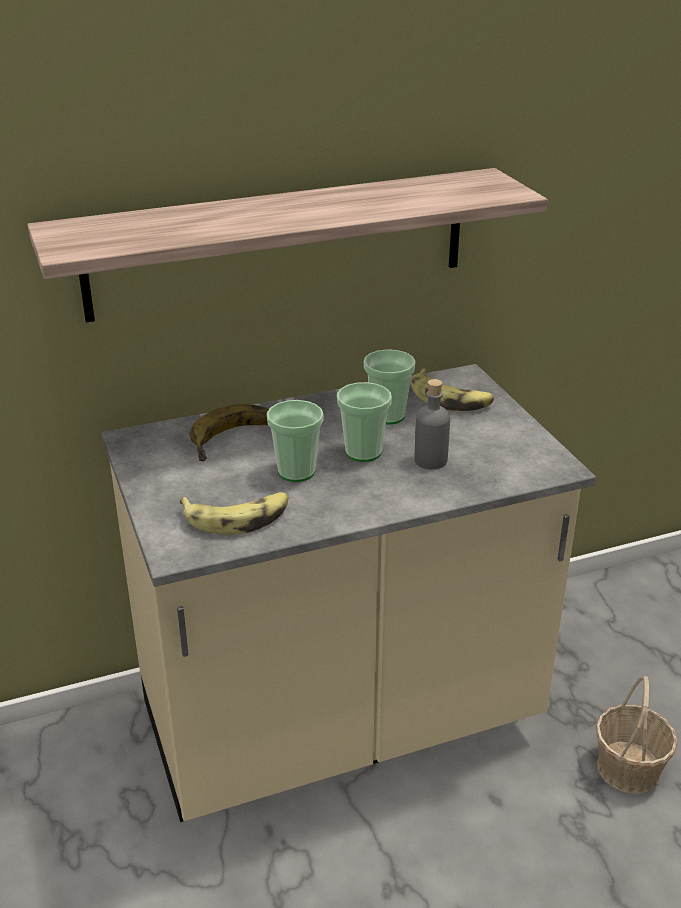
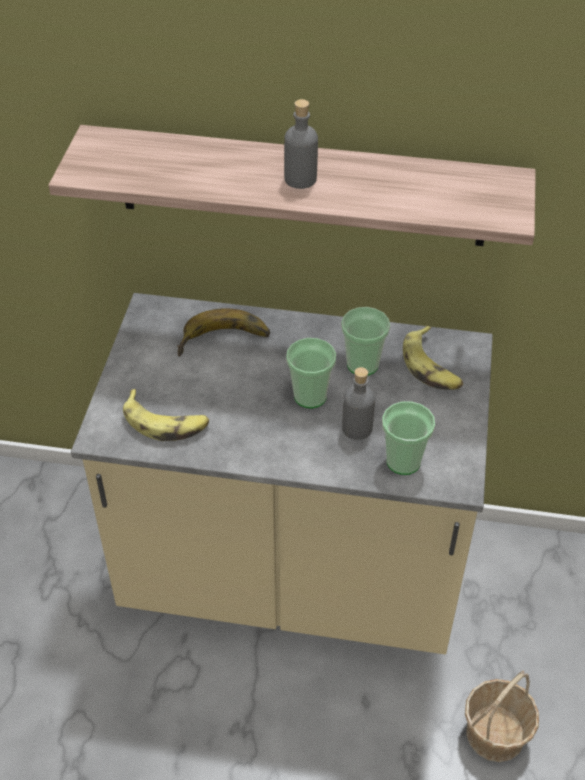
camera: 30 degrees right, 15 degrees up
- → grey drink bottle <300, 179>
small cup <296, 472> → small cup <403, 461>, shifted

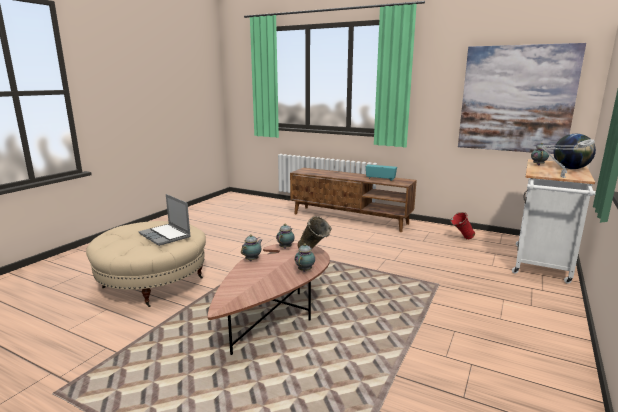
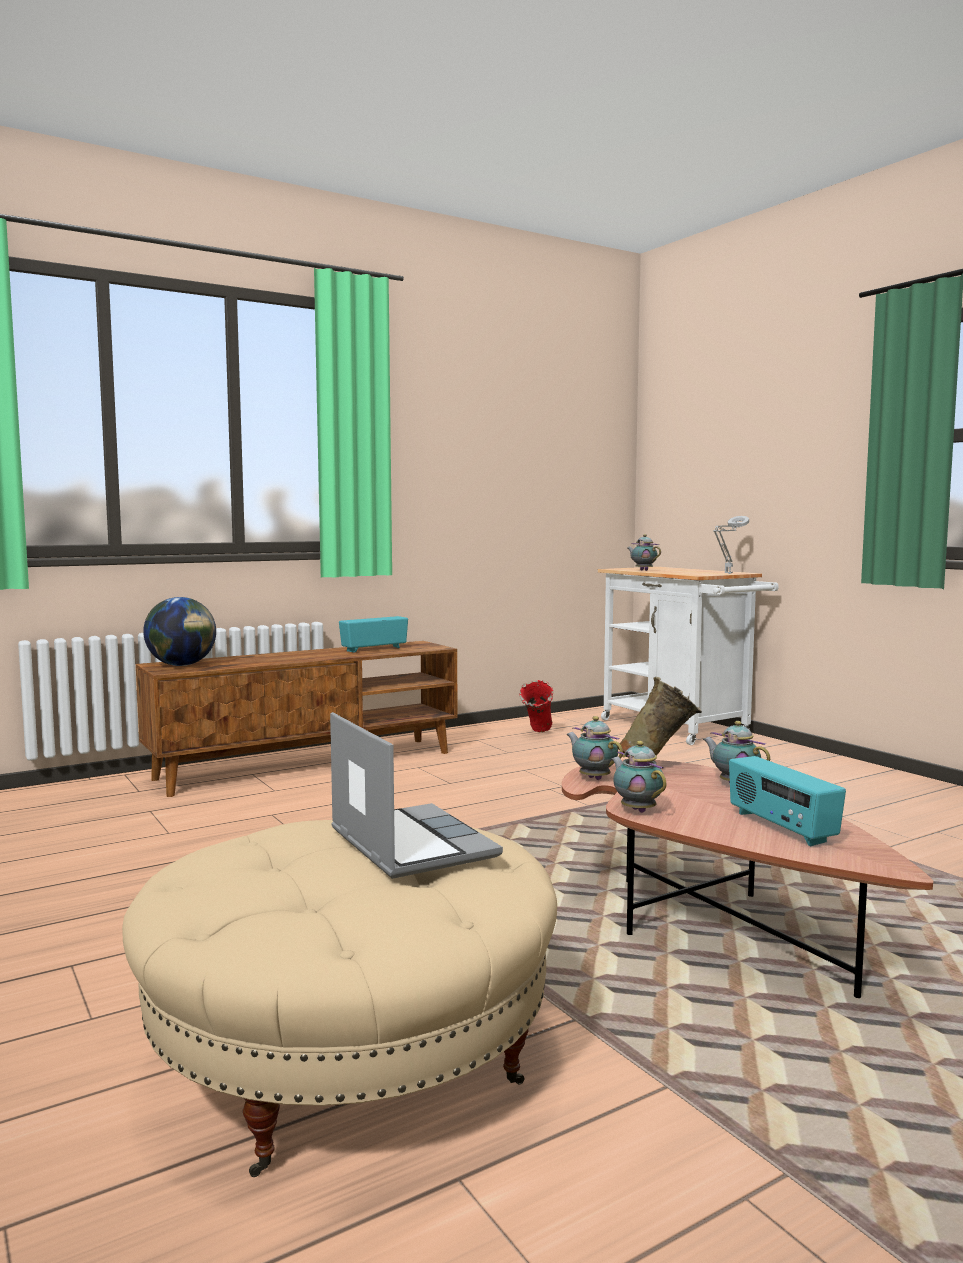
camera: 60 degrees left, 10 degrees down
desk globe <571, 168> → desk globe <182, 665>, shifted
laptop <166, 235> → laptop <409, 843>, 105 degrees counterclockwise
- → radio set <780, 828>
picture <516, 99> → -

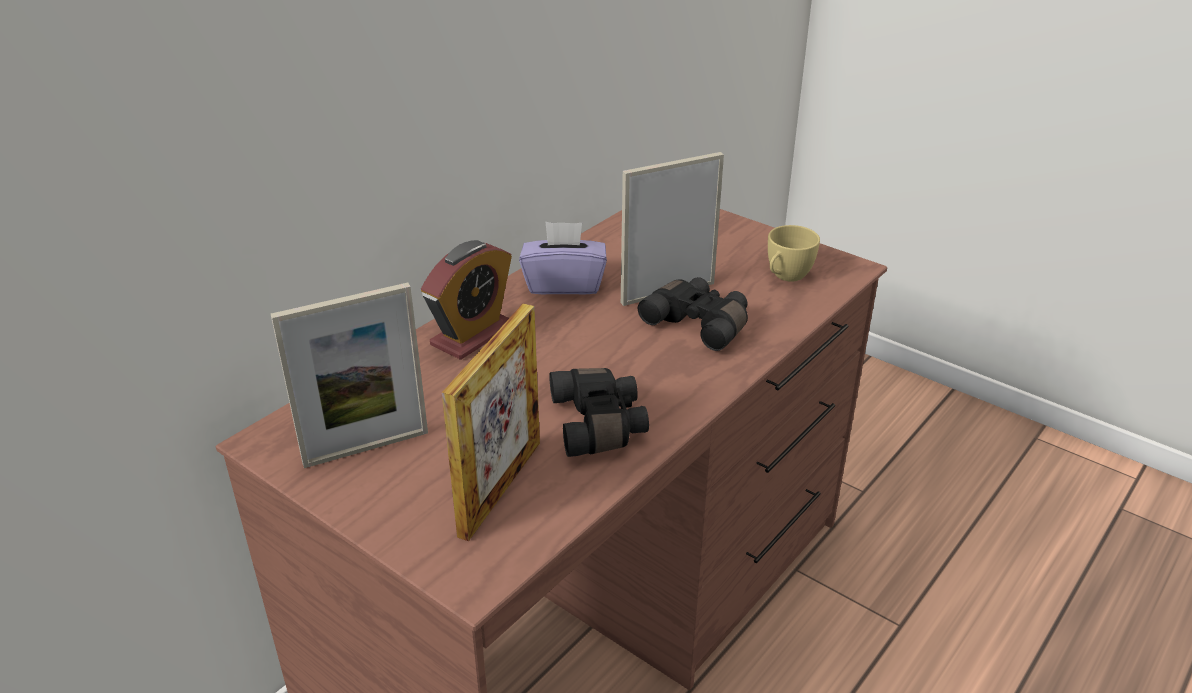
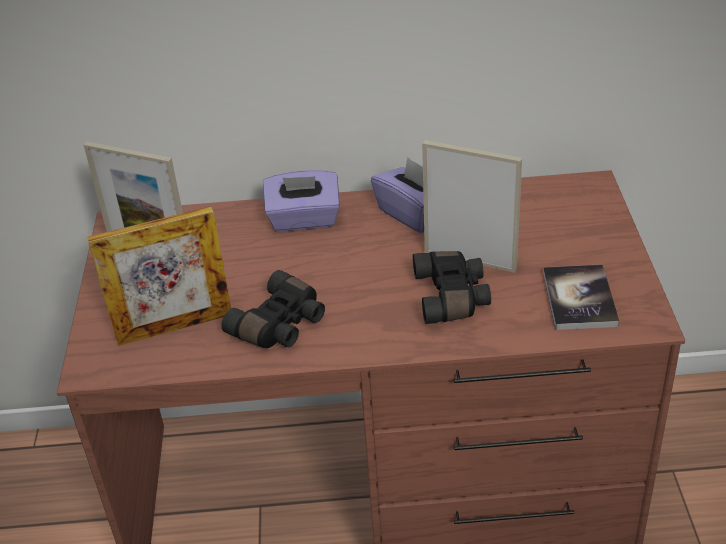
camera: 50 degrees right, 5 degrees up
alarm clock <472, 335> → purple-coloured tissue box <304, 220>
yellow small cup <785, 277> → bound book <579, 299>

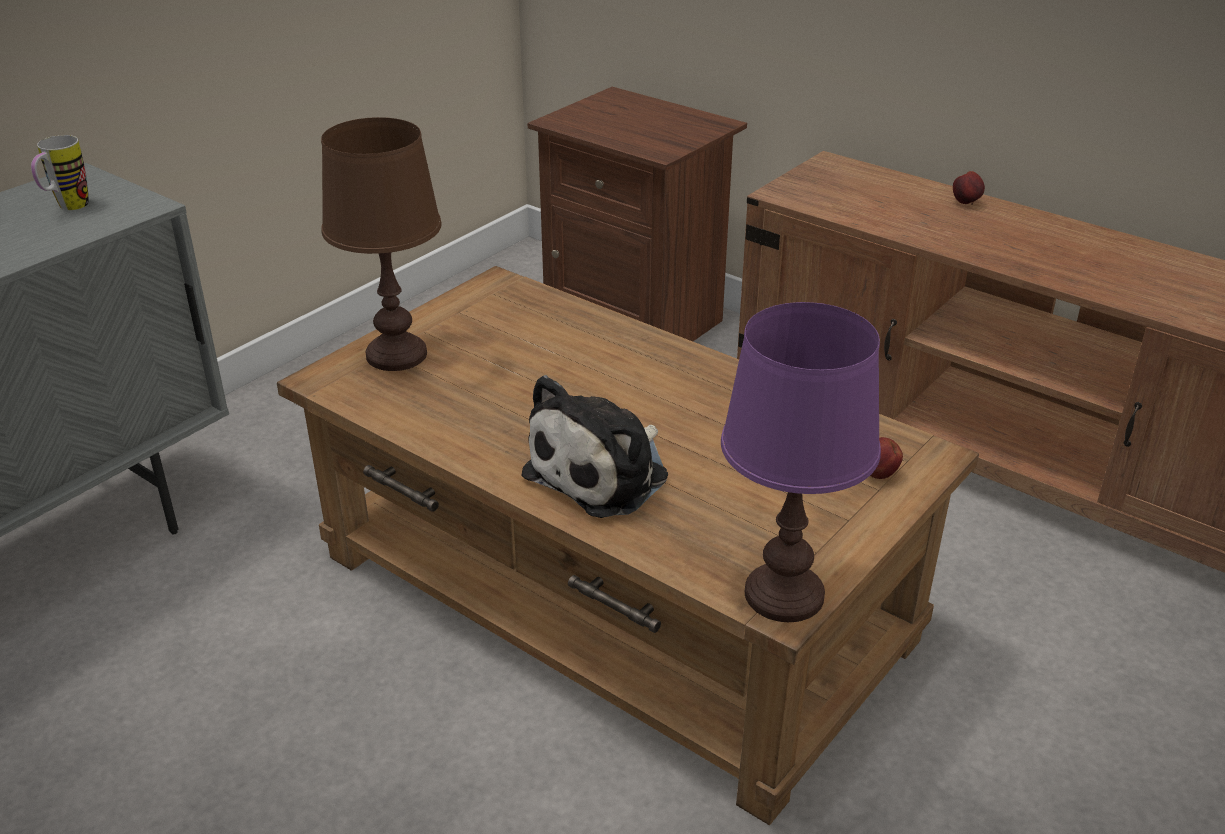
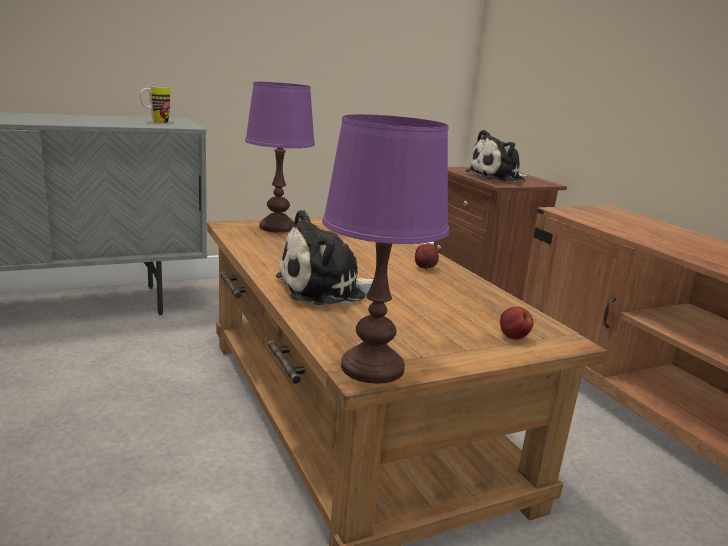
camera: 25 degrees right, 15 degrees down
brownish lamp for a table <397, 354> → purple-coloured lamp for a table <278, 227>
apple <966, 203> → apple <425, 268>, shifted
- → cuddly toy <498, 177>

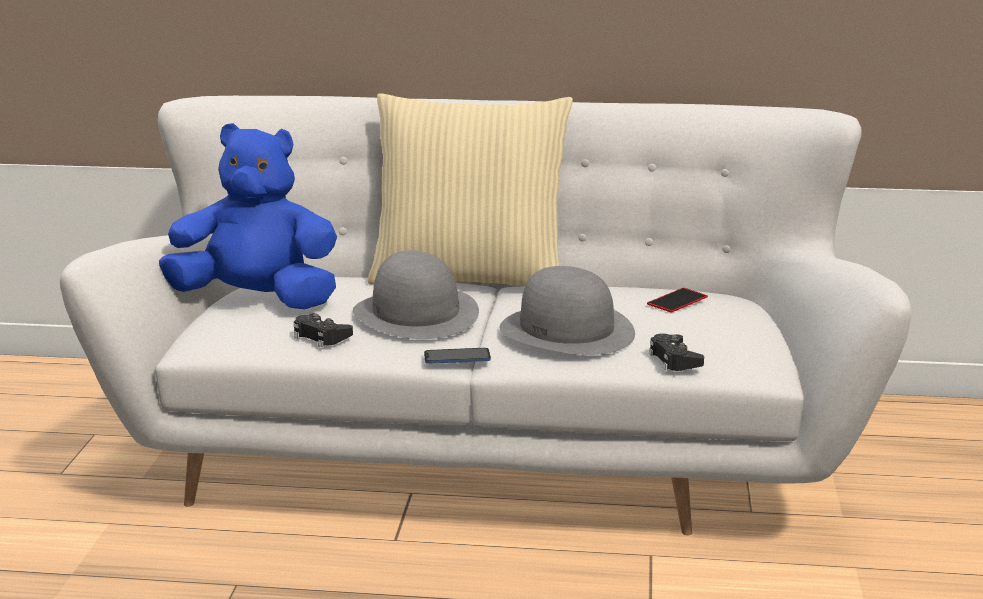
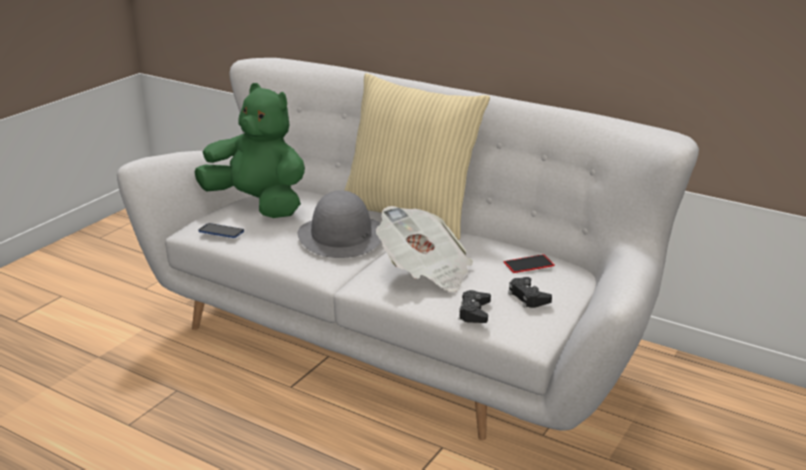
camera: 25 degrees right, 5 degrees up
bluish cuddly toy <256, 301> → greenish cuddly toy <258, 204>
phone <457, 358> → phone <221, 232>, shifted
grey wearable hat <567, 330> → daily paper <425, 271>
black-coloured joypad <321, 336> → black-coloured joypad <528, 297>, shifted

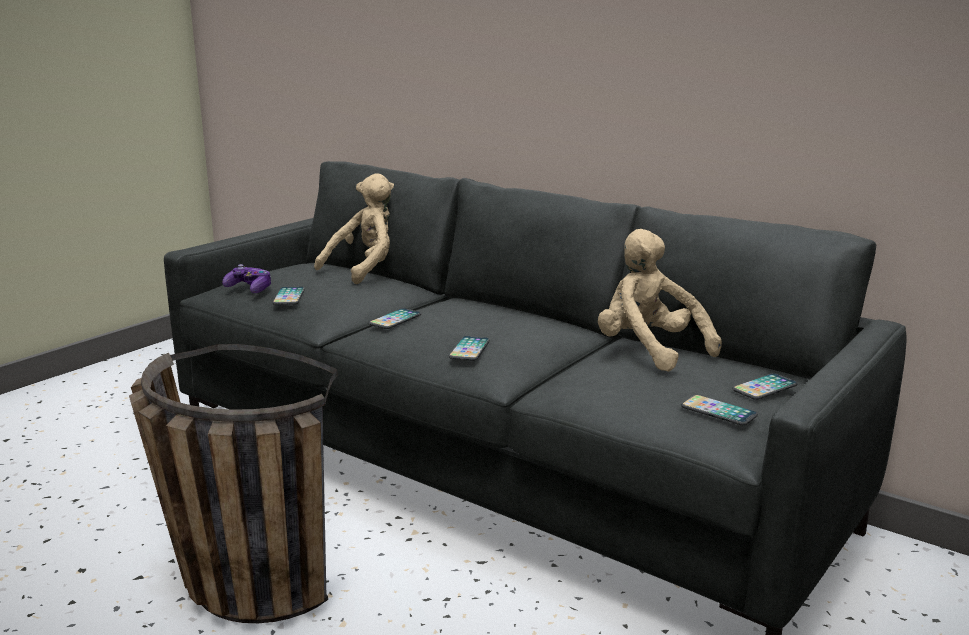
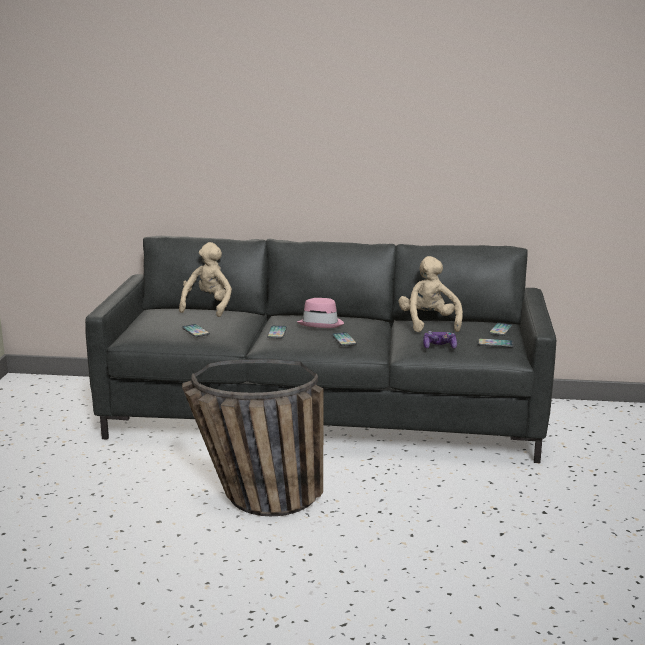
camera: 30 degrees left, 0 degrees up
- → pink-coloured wearable hat <321, 323>
sand-coloured cuddly toy <649, 351> → sand-coloured cuddly toy <429, 323>, 60 degrees clockwise
joypad <249, 289> → joypad <439, 346>, shifted

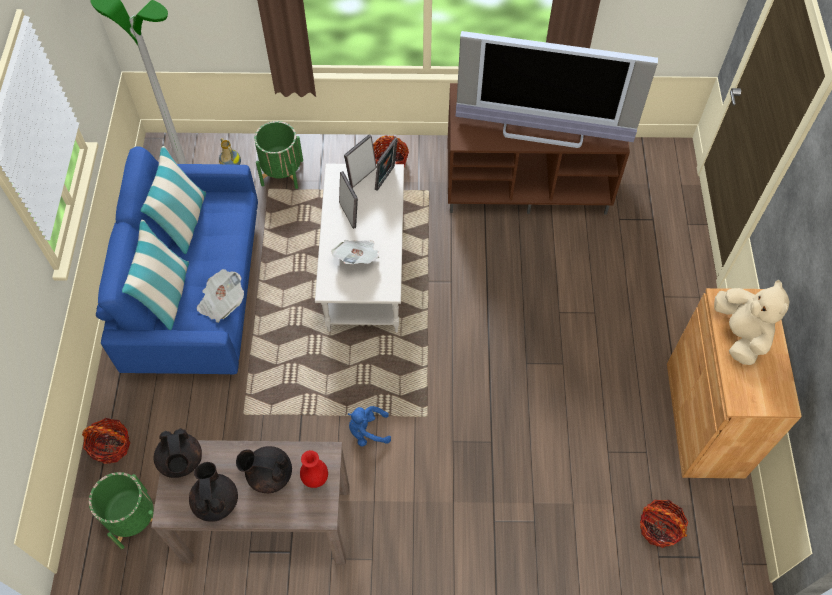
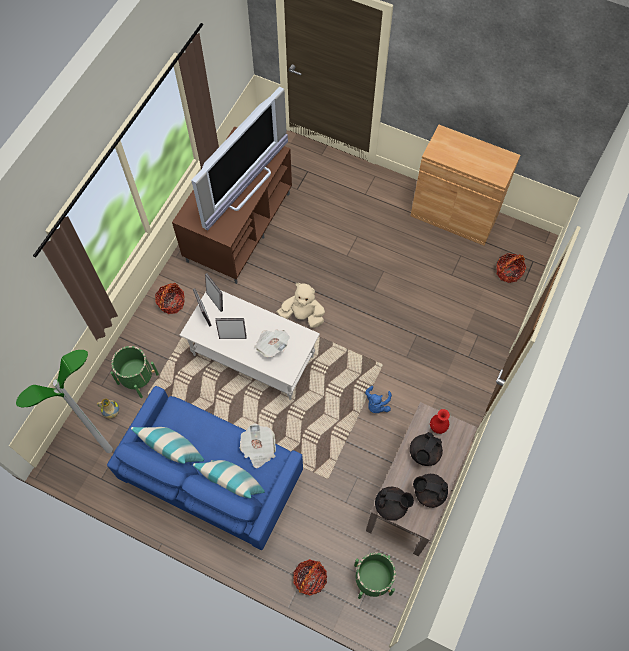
camera: 65 degrees left, 5 degrees up
sand-coloured cuddly toy <740, 334> → sand-coloured cuddly toy <302, 315>, shifted

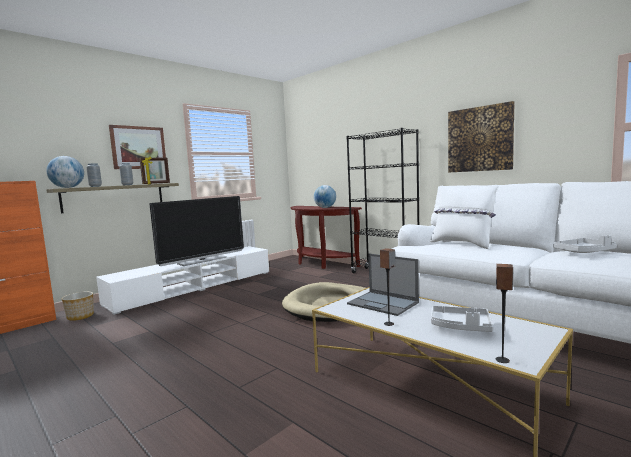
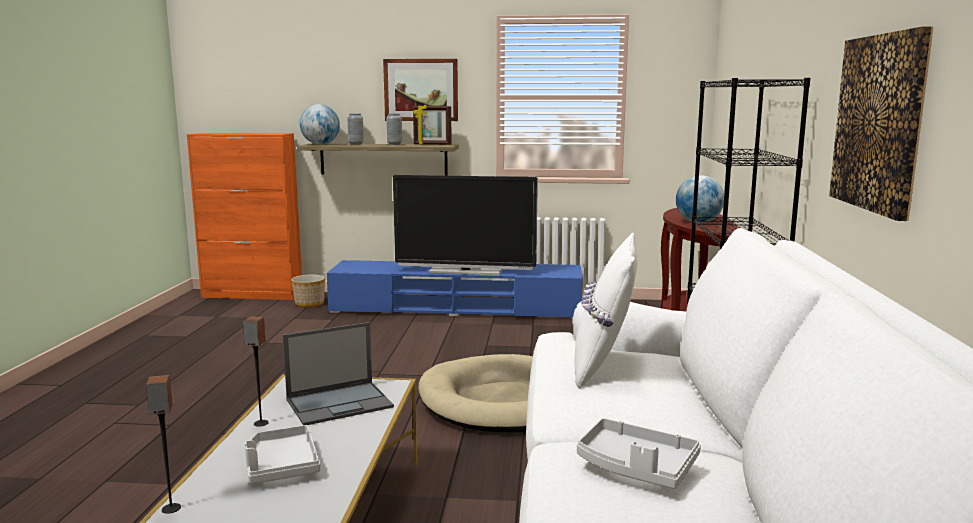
camera: 50 degrees right, 5 degrees up
laptop <383, 303> → laptop <340, 403>, 120 degrees counterclockwise
whitish media console <195, 287> → bluish media console <457, 308>

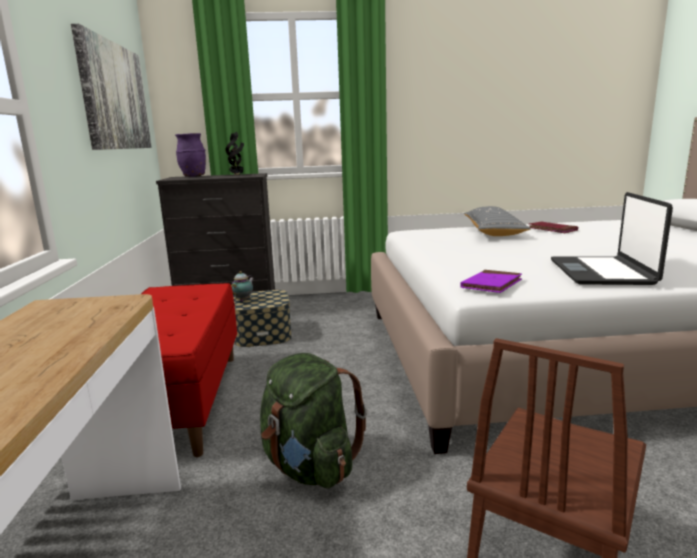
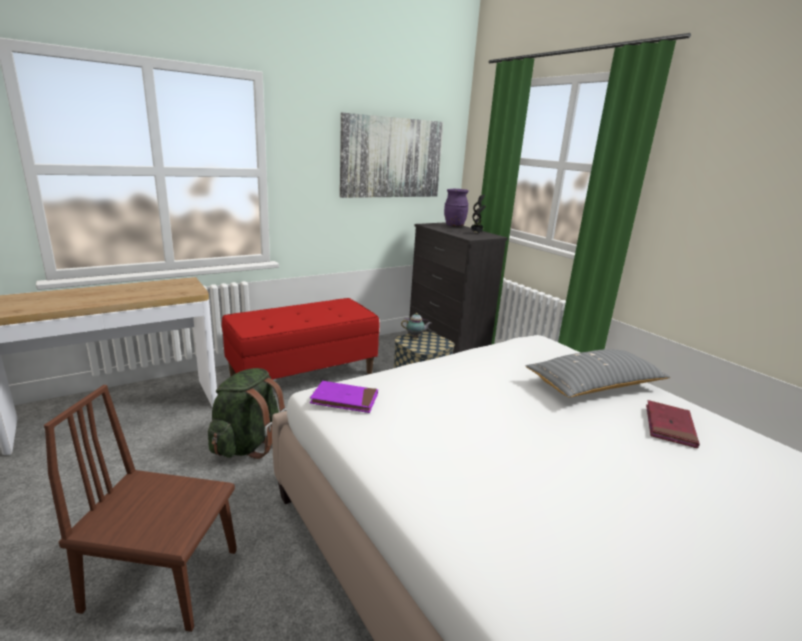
camera: 60 degrees right, 5 degrees up
laptop <602, 272> → -

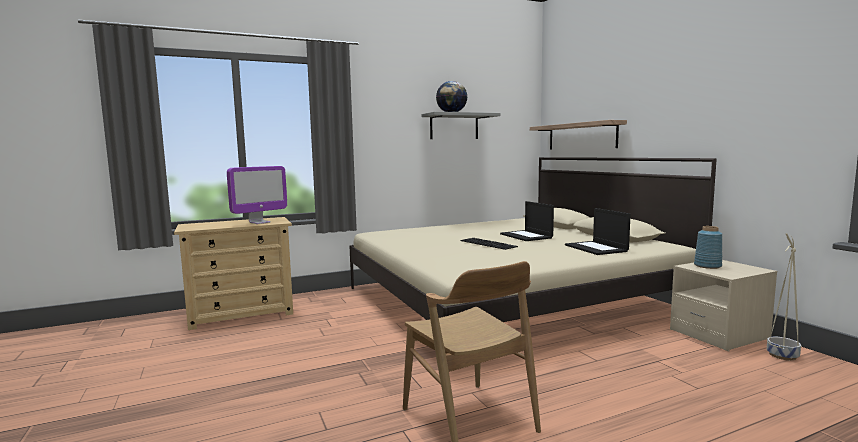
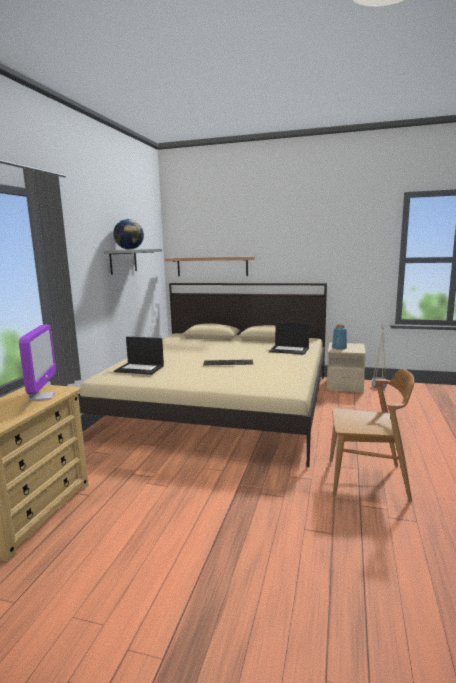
camera: 50 degrees left, 5 degrees up
laptop <526, 236> → laptop <140, 369>, shifted

